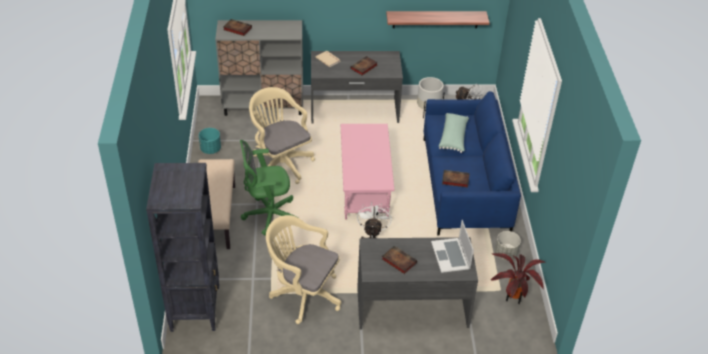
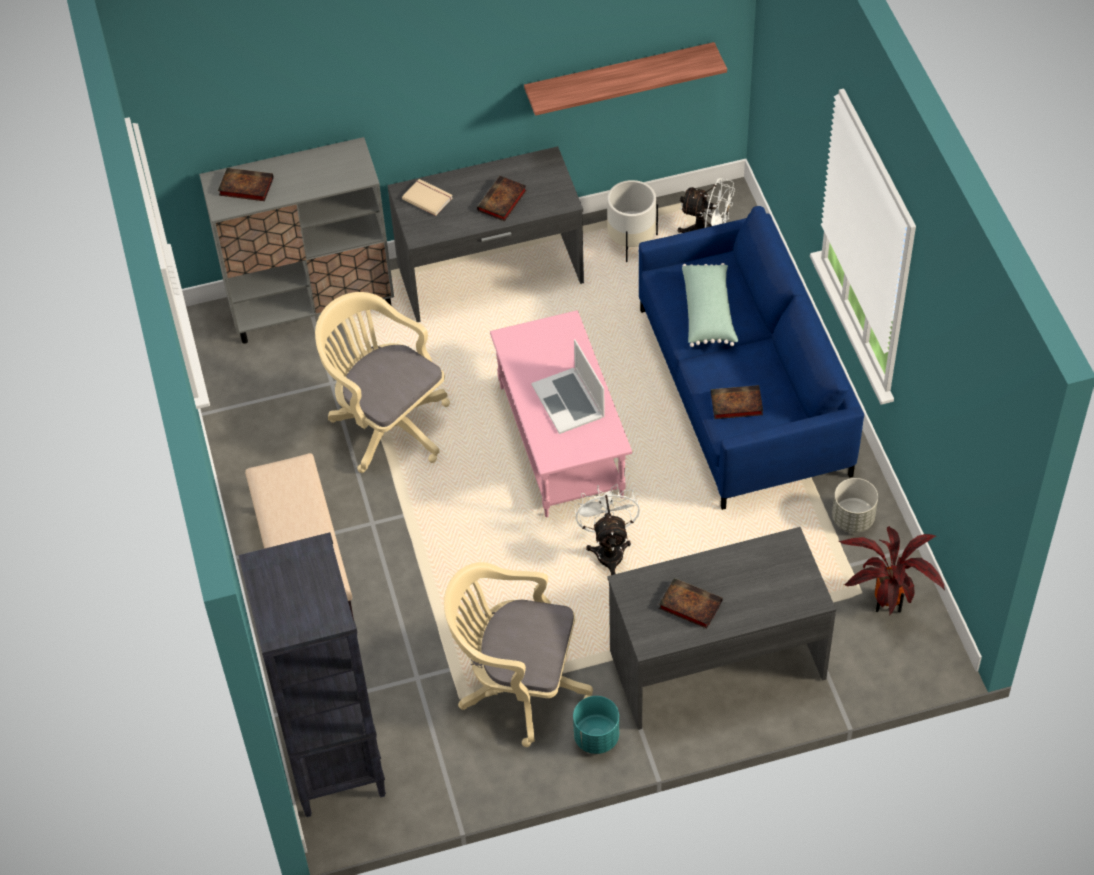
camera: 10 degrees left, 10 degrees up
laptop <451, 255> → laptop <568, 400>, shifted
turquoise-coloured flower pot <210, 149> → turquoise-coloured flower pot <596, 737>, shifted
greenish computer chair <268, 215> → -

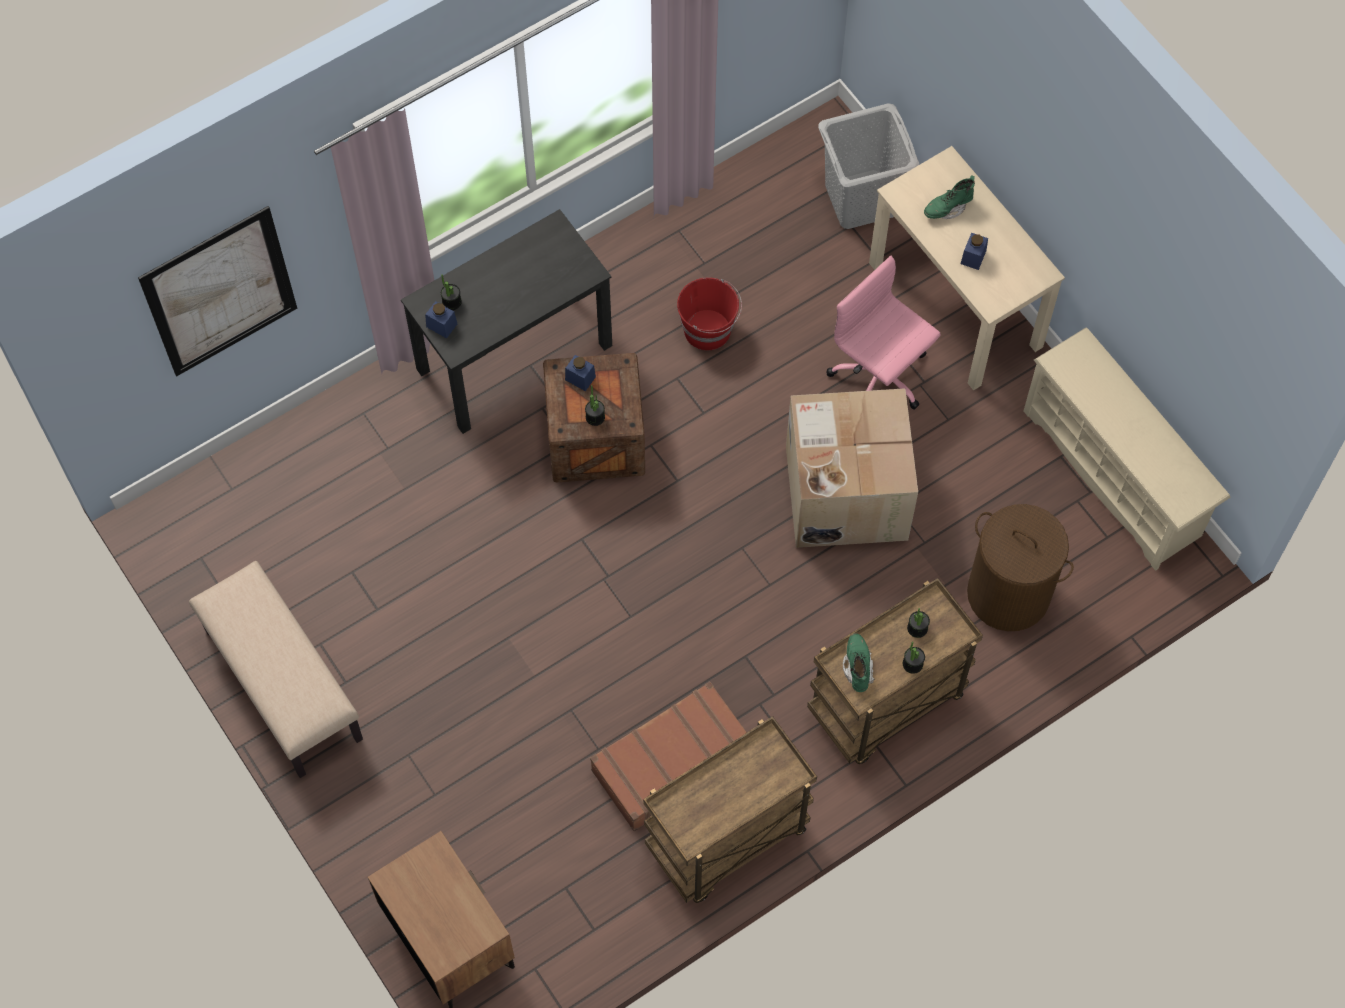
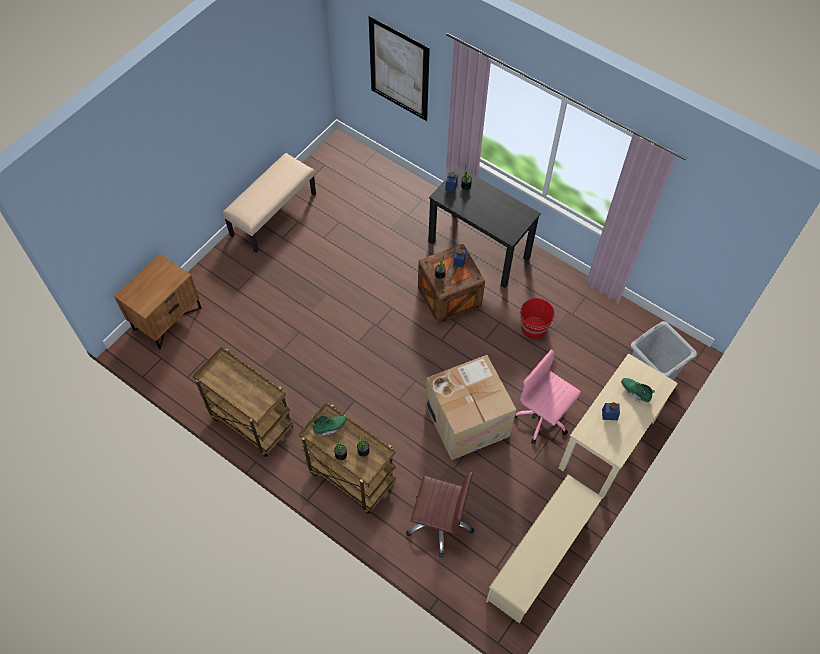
camera: 70 degrees right, 5 degrees down
brownish laundry basket <1009, 593> → brownish computer chair <439, 522>
pink-coloured computer chair <880, 379> → pink-coloured computer chair <543, 418>, 75 degrees counterclockwise
brownish suitcase <671, 761> → -

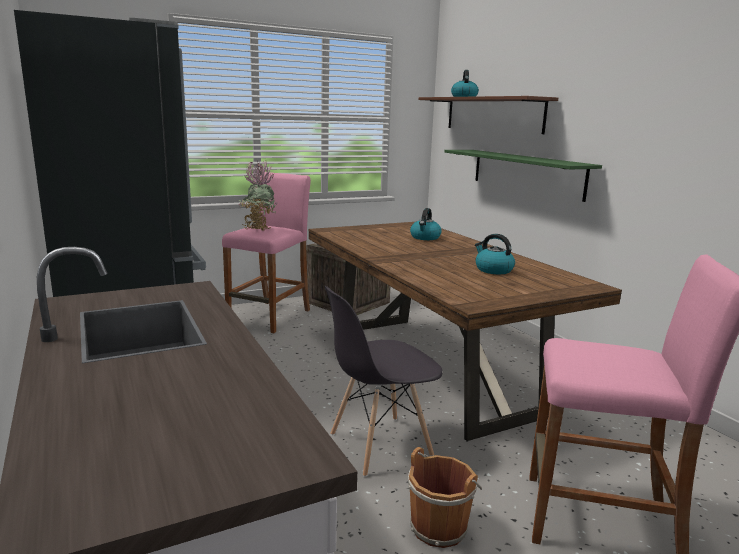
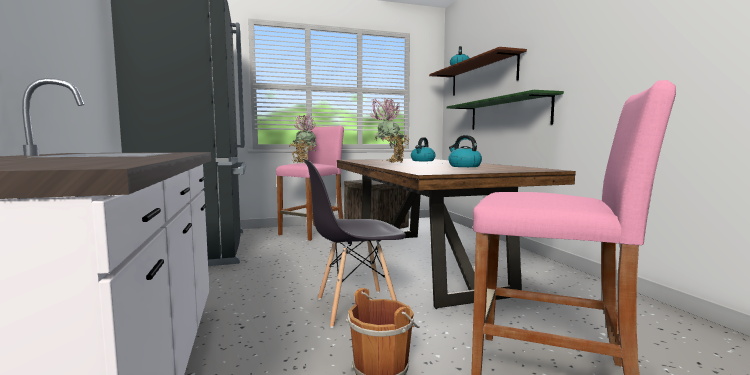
camera: 10 degrees right, 10 degrees down
- → potted plant <389, 163>

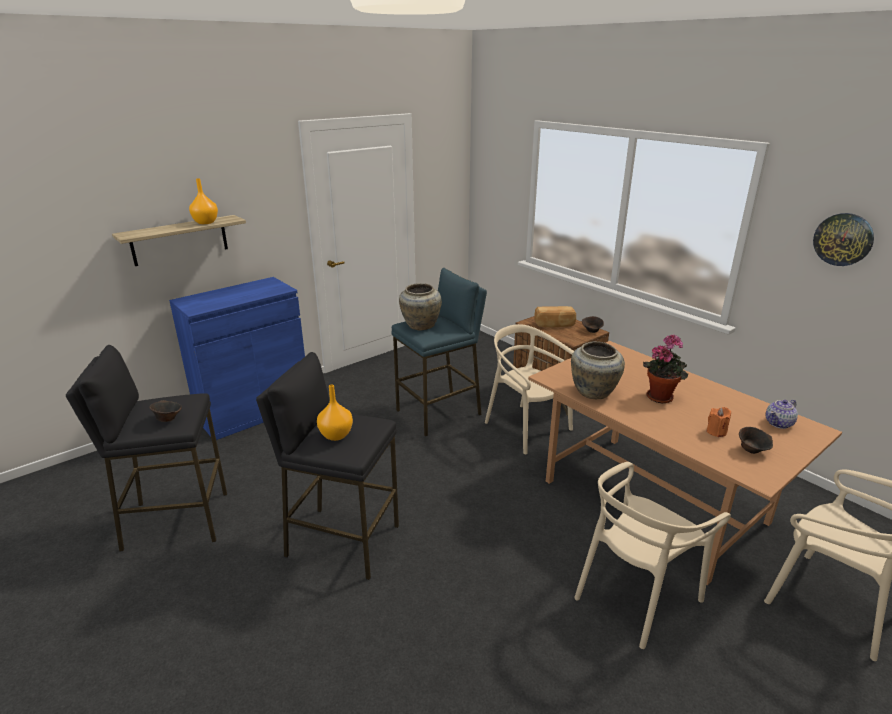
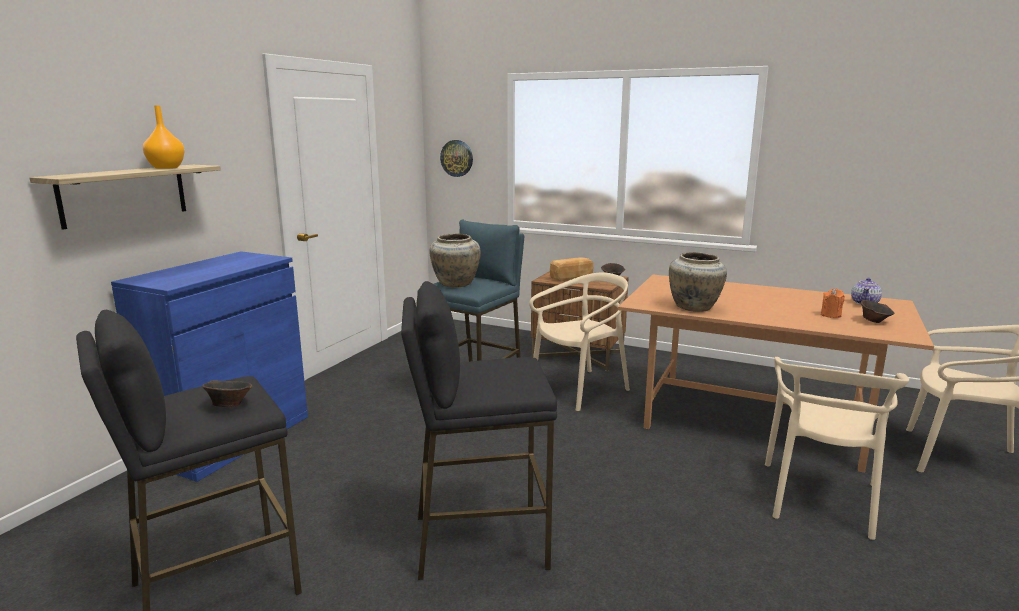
camera: 25 degrees left, 10 degrees down
clock on the wall <843, 239> → clock on the wall <457, 158>, shifted
sand-coloured upright chair <527, 428> → sand-coloured upright chair <580, 389>, 120 degrees clockwise
orange vase <335, 435> → -
potted plant <661, 396> → -

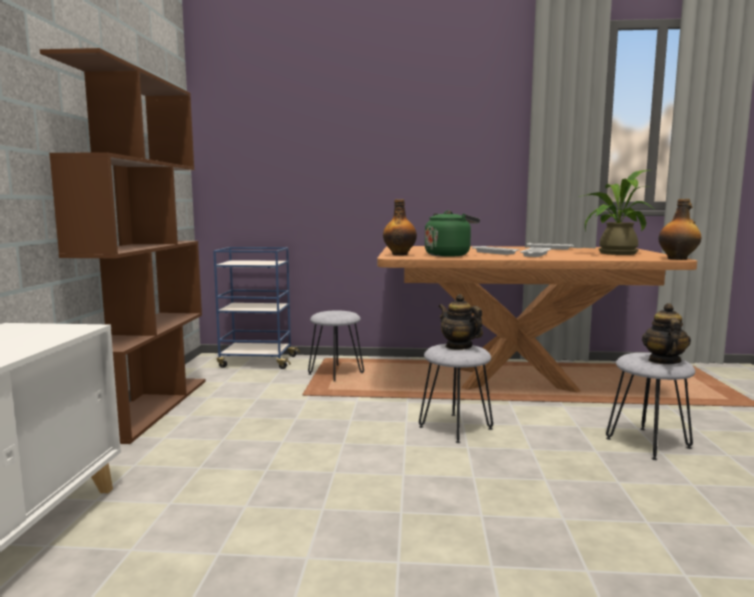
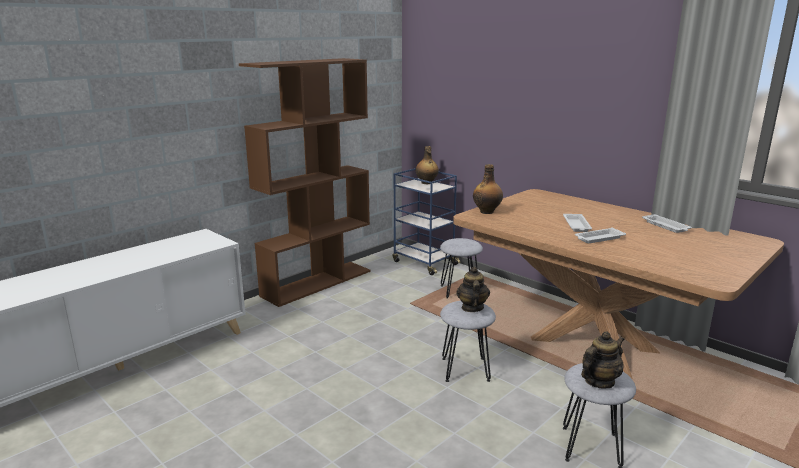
camera: 40 degrees right, 10 degrees up
drink bottle <678, 259> → drink bottle <426, 183>, shifted
greenish tea kettle <449, 255> → -
potted plant <612, 253> → -

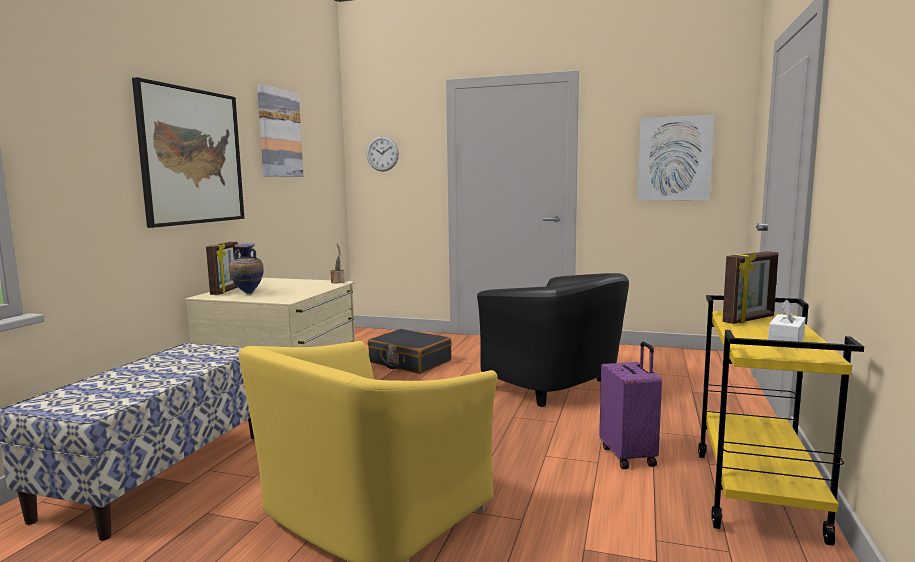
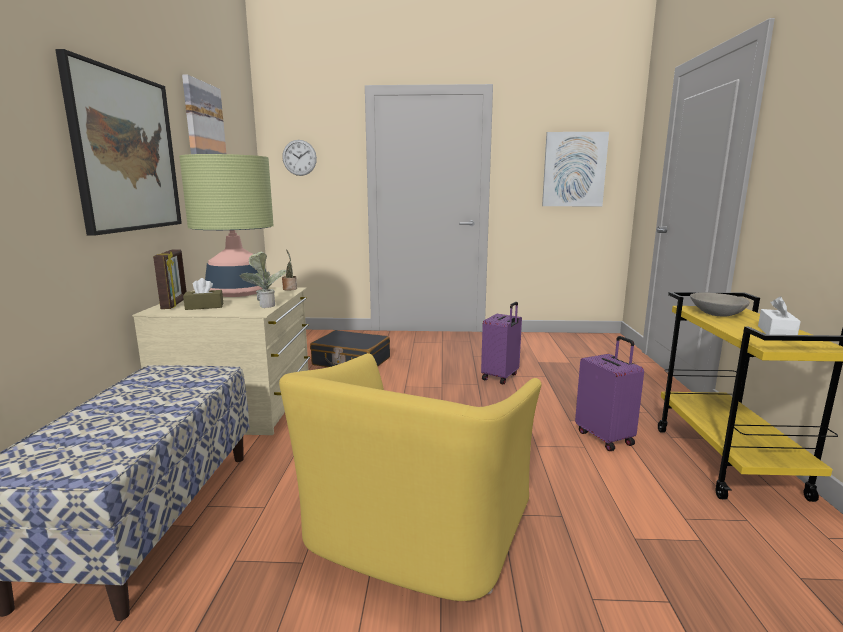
camera: 15 degrees left, 5 degrees up
- → lamp for a table <237, 292>
vase <247, 294> → brownish tissue box <204, 306>
- → potted plant <265, 305>
black-coloured armchair <557, 388> → purple-coloured suitcase <501, 377>
photo frame <749, 320> → grey serving bowl <717, 313>

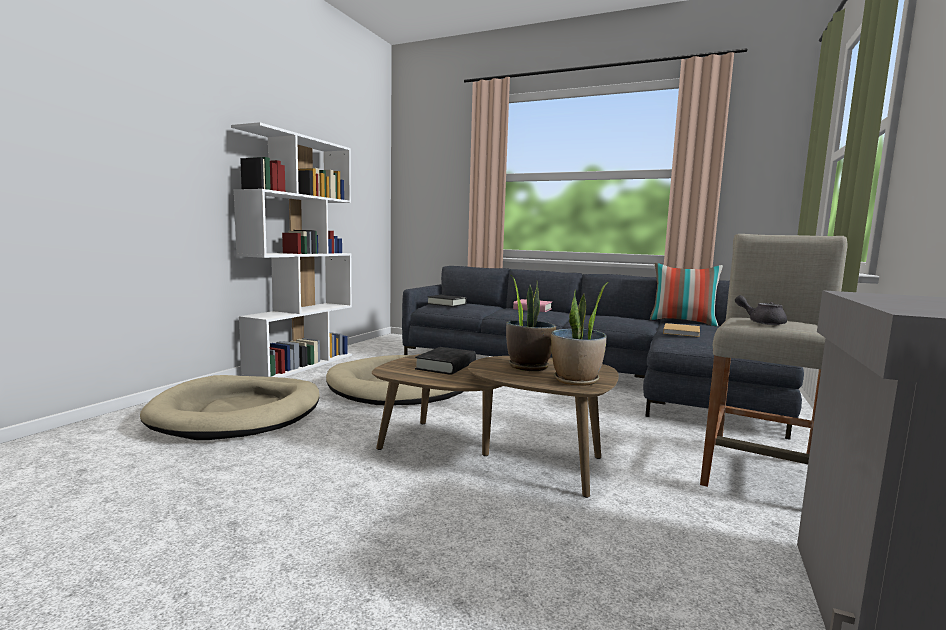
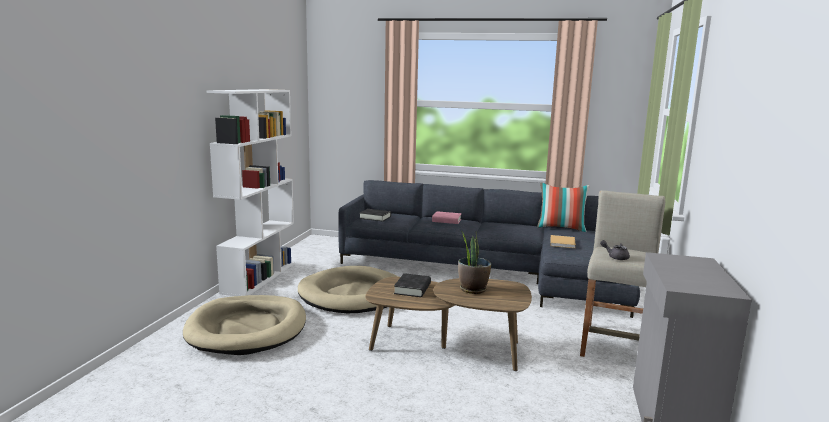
camera: 10 degrees left, 5 degrees up
potted plant <576, 381> → -

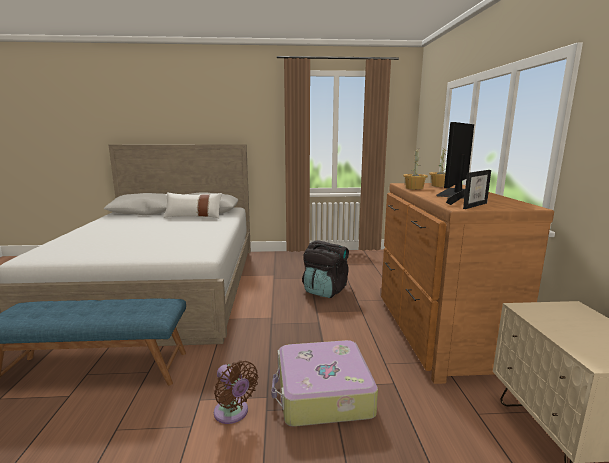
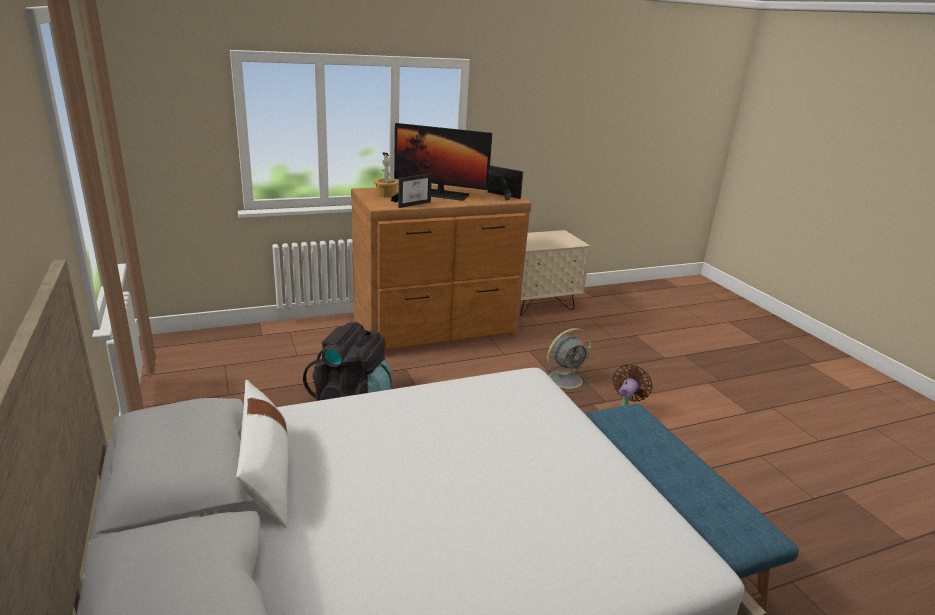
camera: 110 degrees left, 10 degrees up
potted plant <414, 188> → photo frame <412, 203>
suitcase <322, 394> → grey electric fan <566, 379>

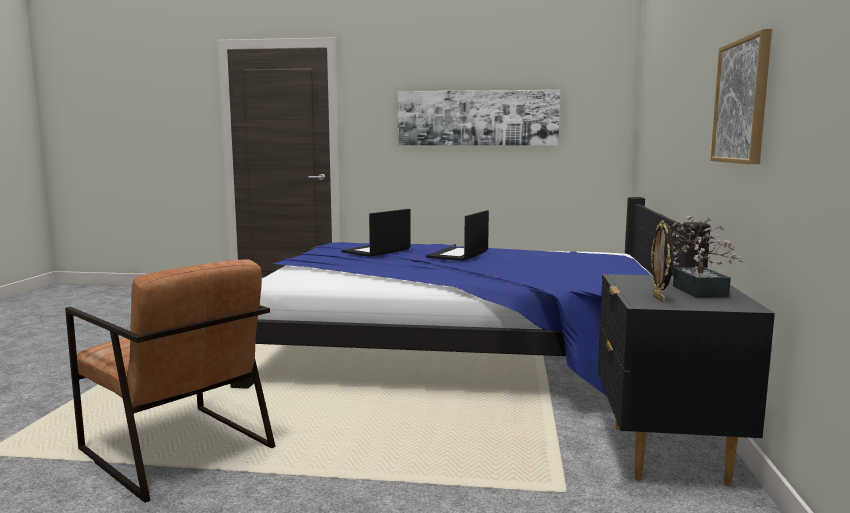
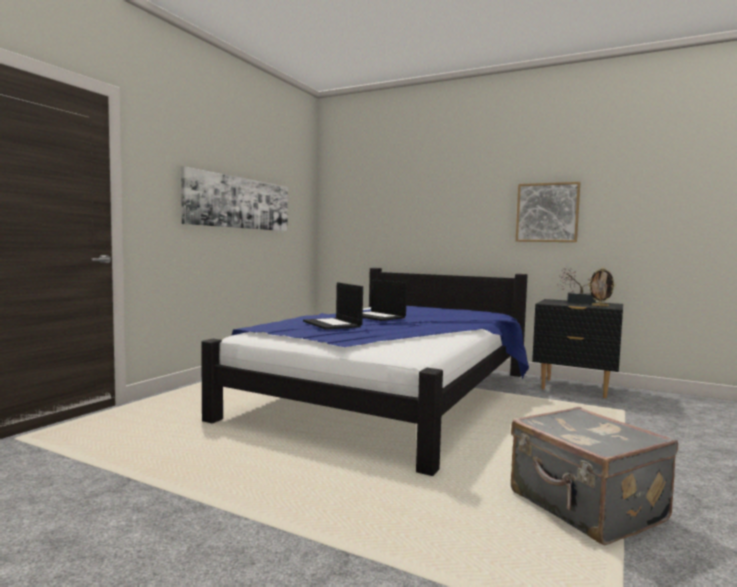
camera: 70 degrees left, 5 degrees down
brownish armchair <176, 449> → grey suitcase <585, 507>

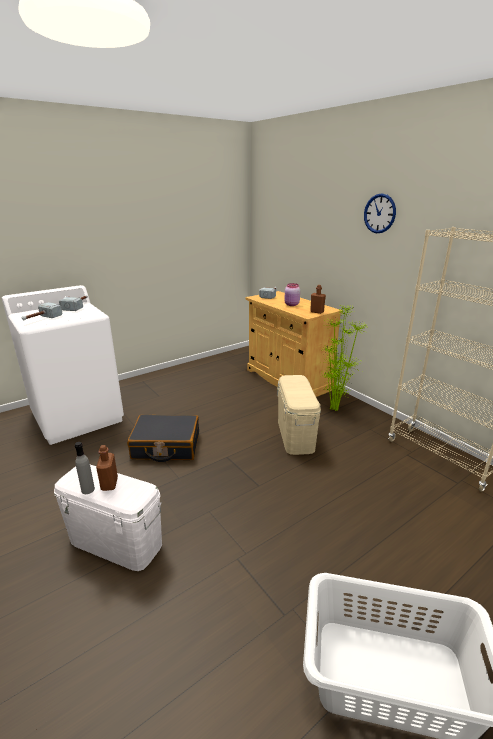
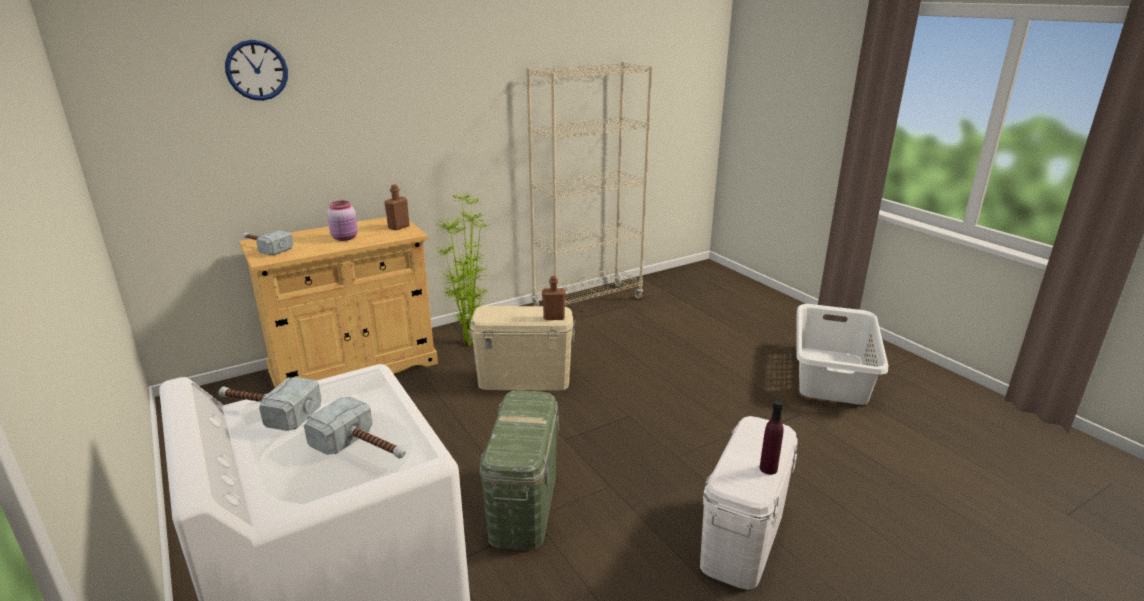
camera: 85 degrees left, 0 degrees up
clock on the wall <379, 213> → clock on the wall <257, 70>, shifted
black-coloured suitcase <166, 446> → greenish storage container <523, 504>
brownish drink bottle <109, 484> → brownish drink bottle <554, 317>, shifted
grey drink bottle <88, 490> → purple-coloured drink bottle <768, 468>

